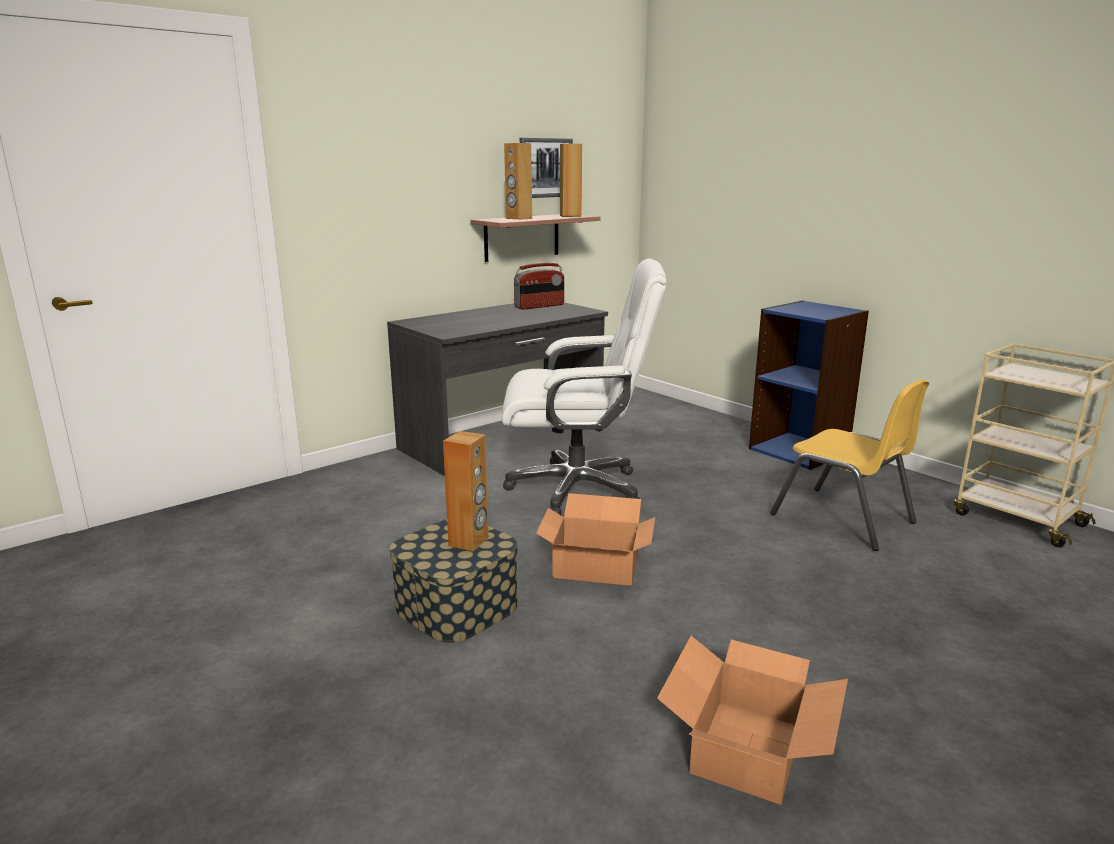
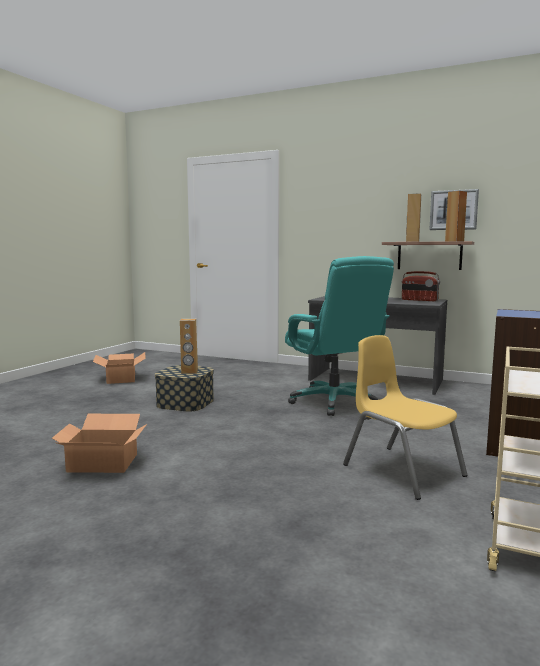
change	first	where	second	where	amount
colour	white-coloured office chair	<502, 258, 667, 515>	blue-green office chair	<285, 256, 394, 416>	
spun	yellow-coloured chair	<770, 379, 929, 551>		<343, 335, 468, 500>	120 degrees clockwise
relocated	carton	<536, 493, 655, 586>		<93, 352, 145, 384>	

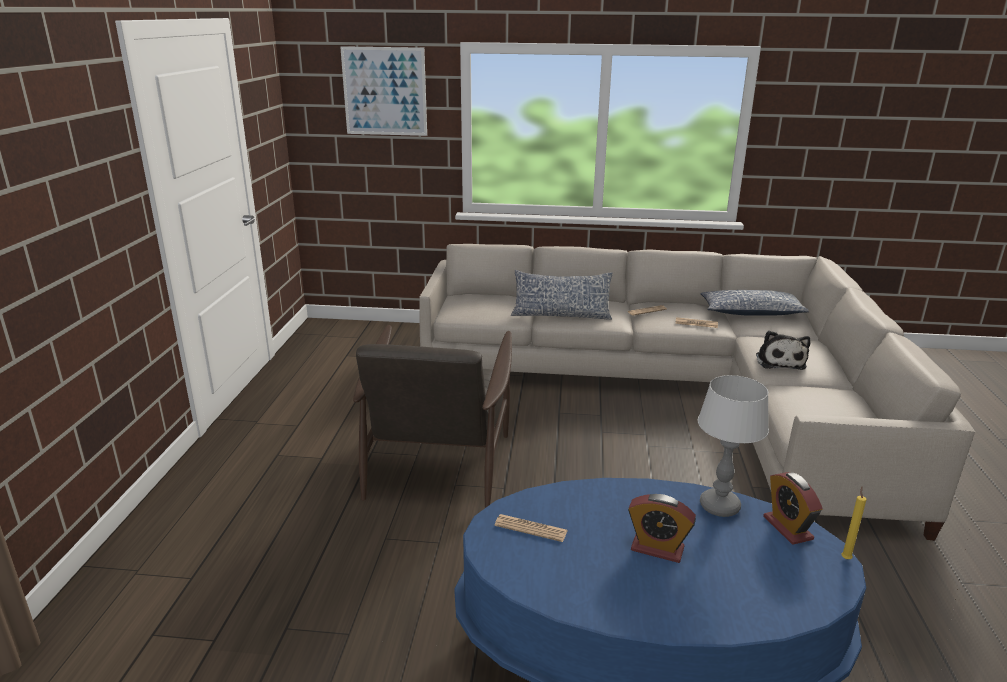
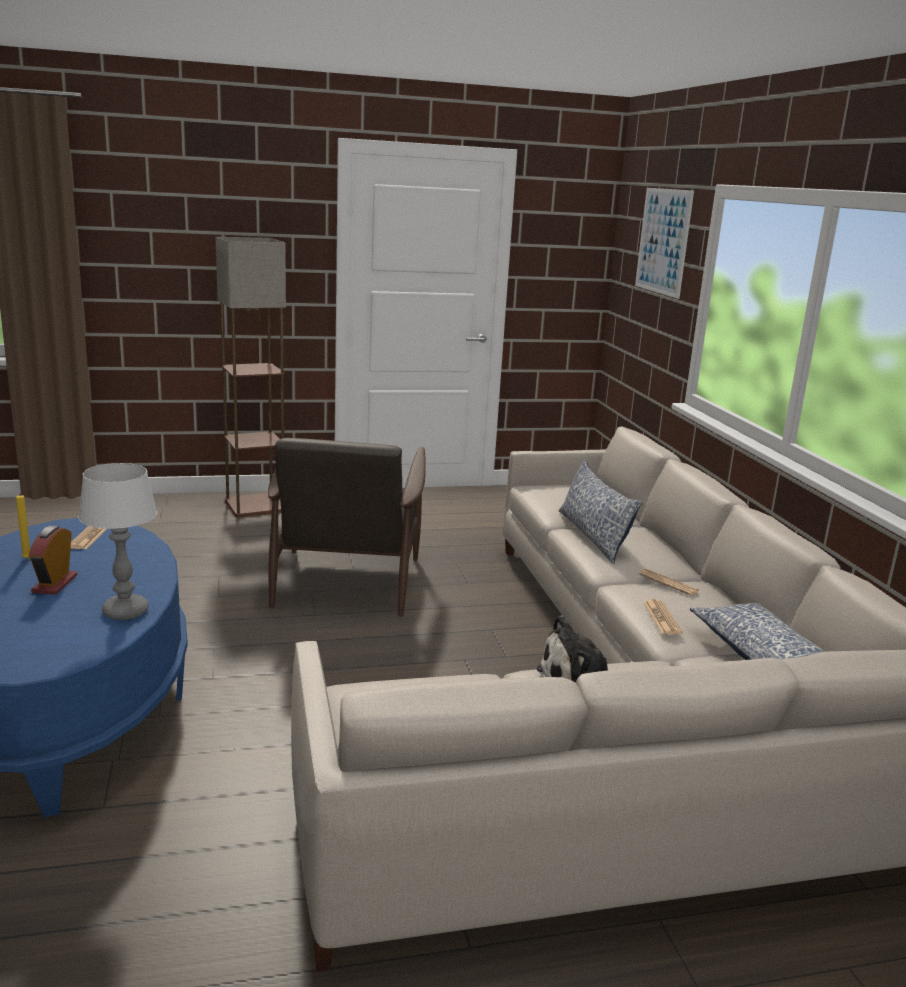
change	first	where	second	where	amount
spun	brown easy chair	<353, 325, 512, 508>		<268, 438, 426, 617>	75 degrees counterclockwise
missing	table clock	<763, 472, 823, 545>			
relocated	yellow-coloured wax light	<841, 486, 867, 559>		<16, 489, 30, 559>	
appeared			standing lamp	<216, 237, 286, 518>	

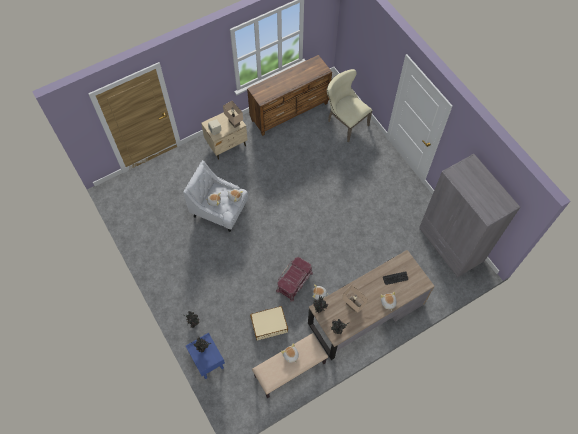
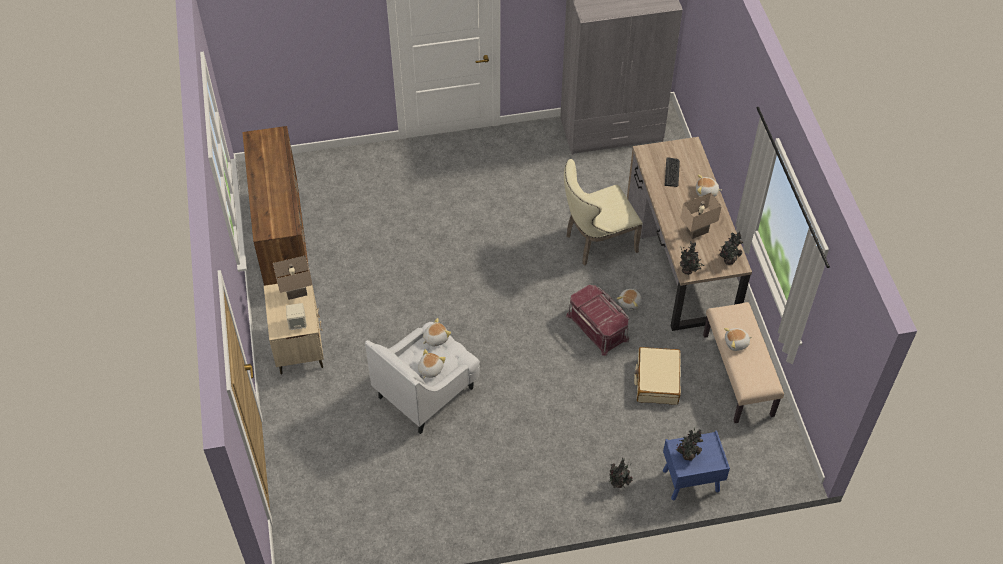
change	first	where	second	where	amount
relocated	beige-coloured chair	<327, 69, 372, 143>		<564, 159, 643, 265>	

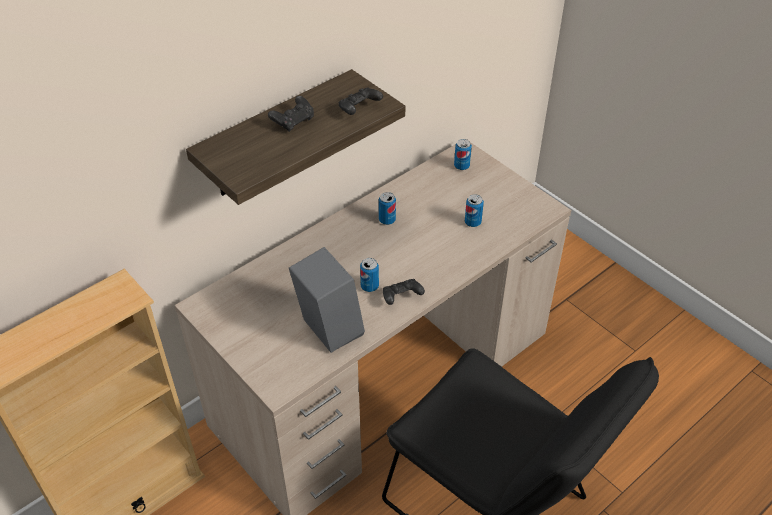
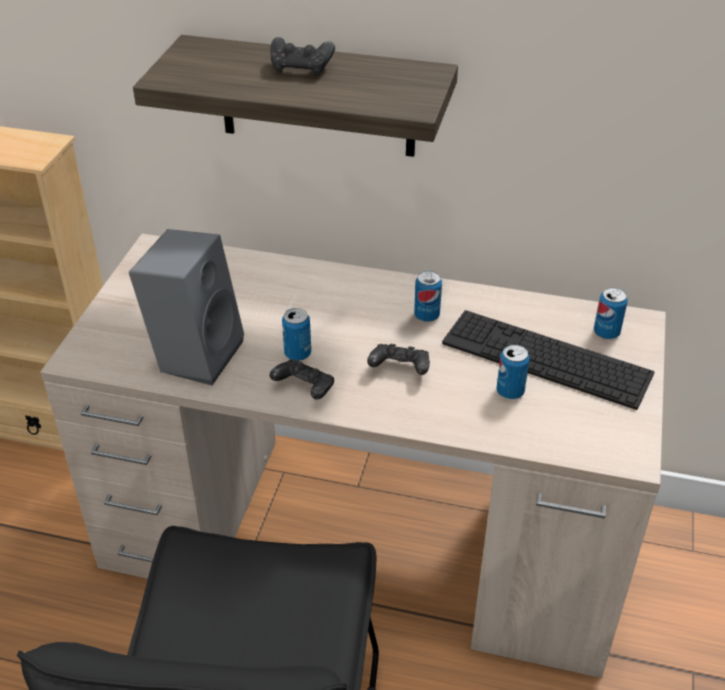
change	first	where	second	where	amount
relocated	blackish game controller	<339, 88, 383, 115>		<367, 344, 430, 375>	
appeared			computer keyboard	<442, 310, 654, 410>	

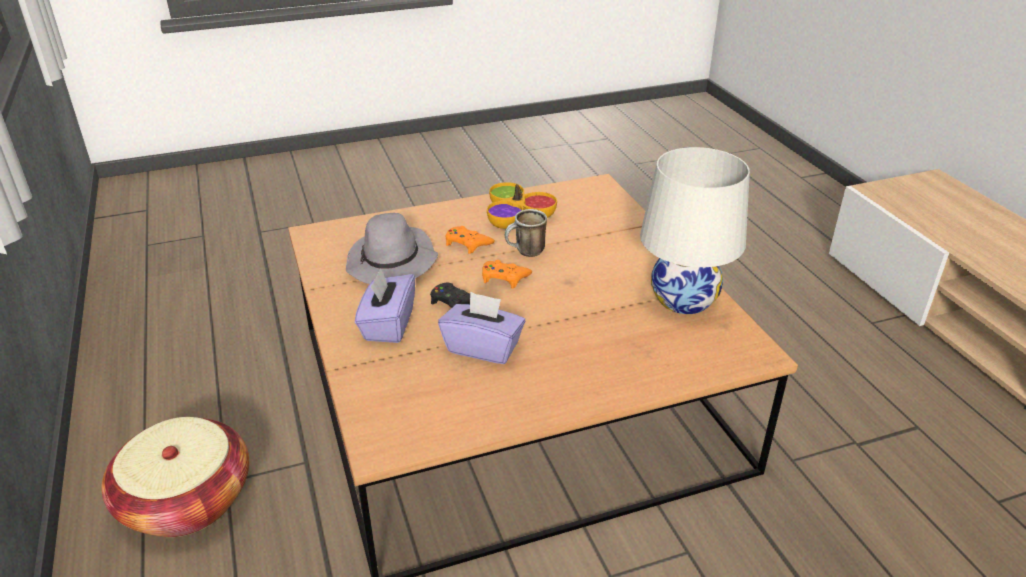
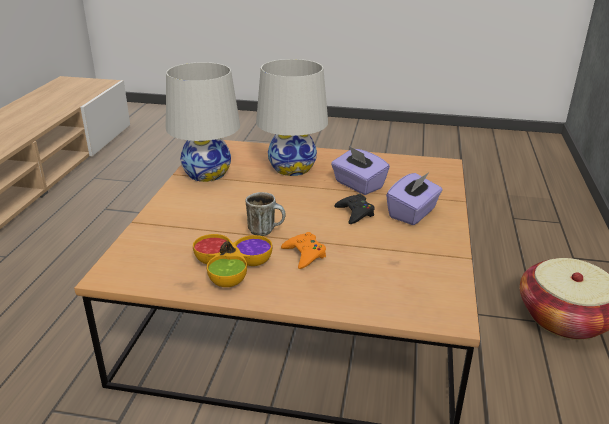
change	first	where	second	where	amount
missing	gray clothing hat	<346, 213, 438, 284>			
missing	orange game controller	<482, 260, 532, 289>			
appeared			white-coloured lamp for a table	<256, 59, 328, 176>	

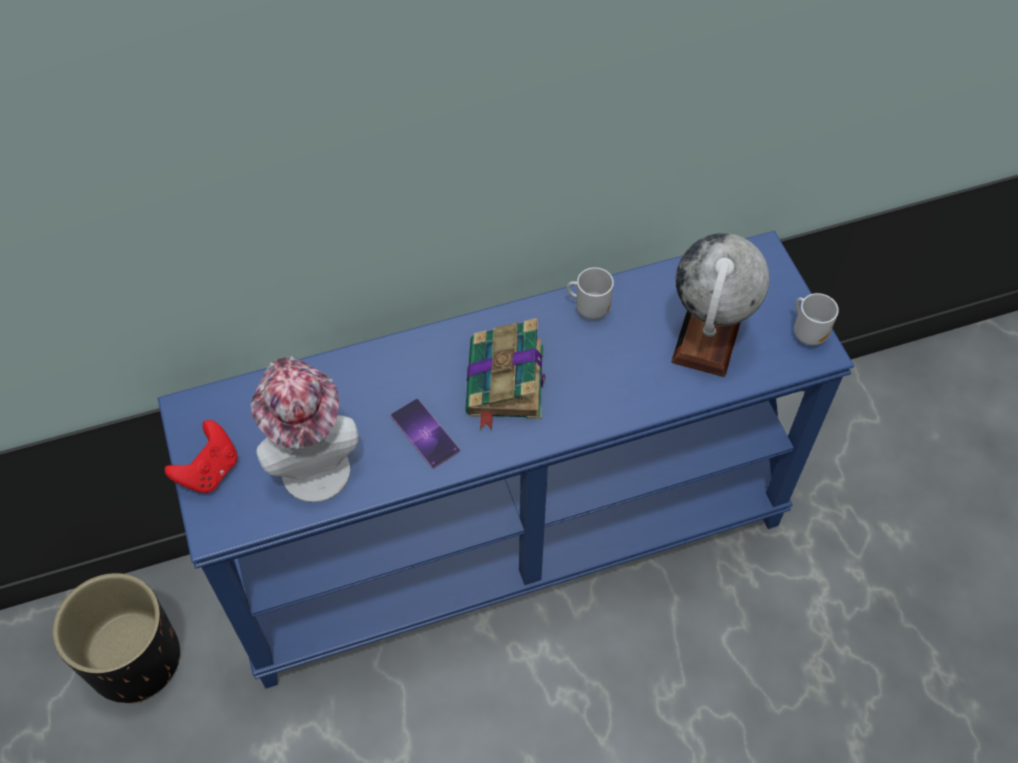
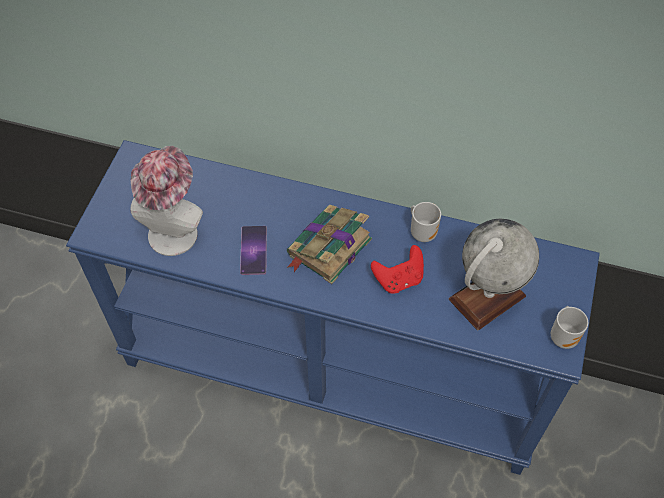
change	first	where	second	where	amount
relocated	red-coloured game controller	<164, 420, 237, 493>		<371, 245, 424, 294>	
missing	blackish flower pot	<53, 573, 180, 703>			

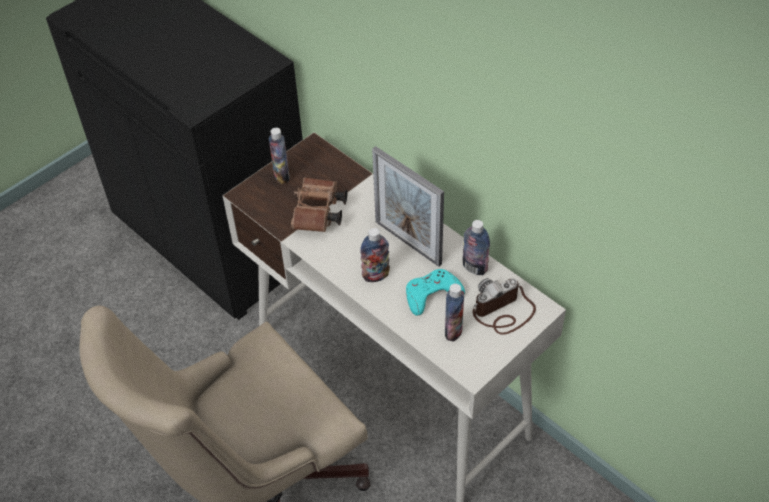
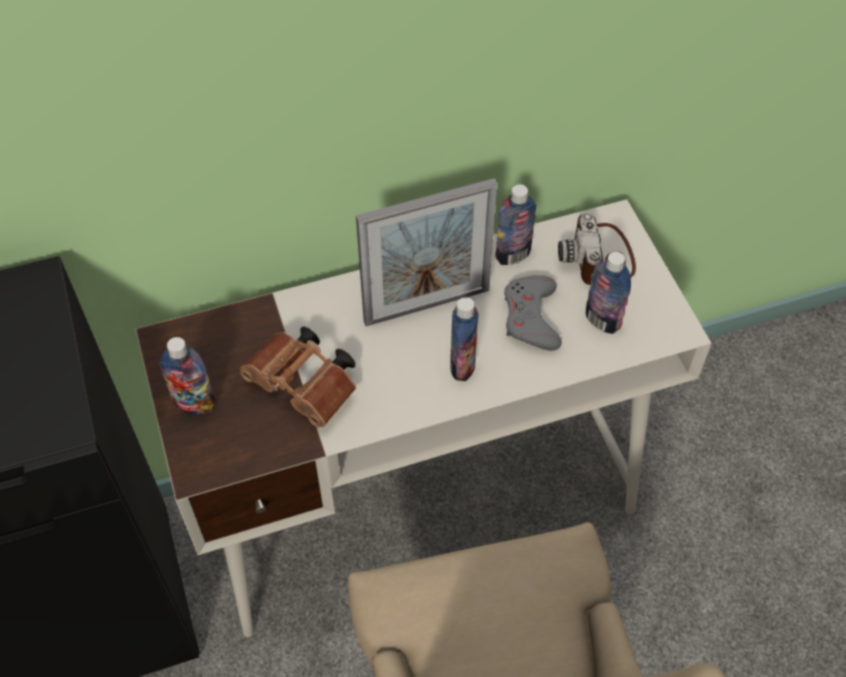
change	first	where	second	where	amount
colour	blue-green game controller	<406, 269, 465, 316>	gray game controller	<504, 275, 562, 351>	

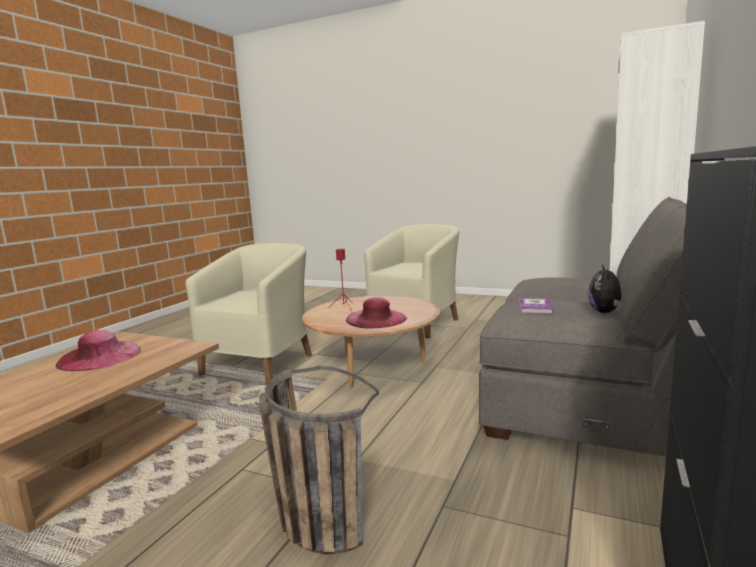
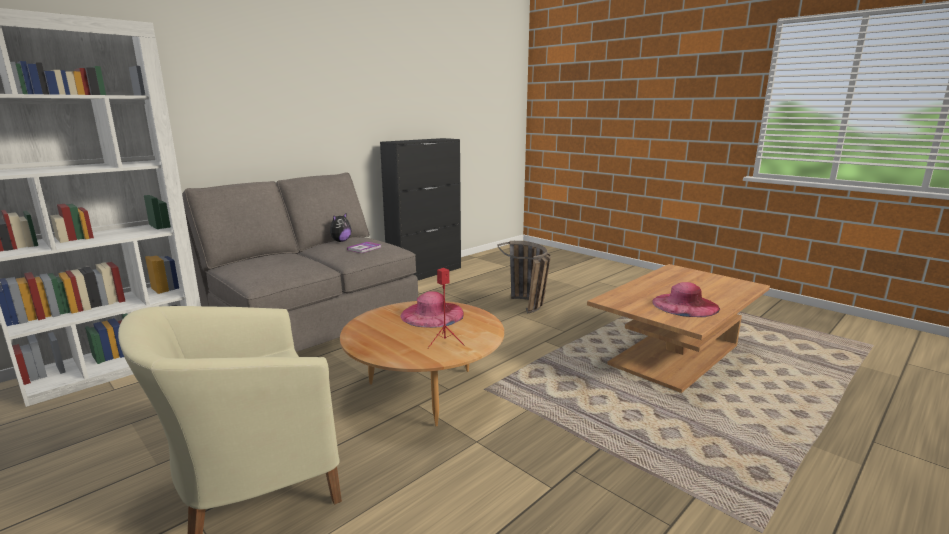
change	first	where	second	where	amount
missing	beige-coloured easy chair	<185, 243, 312, 385>			

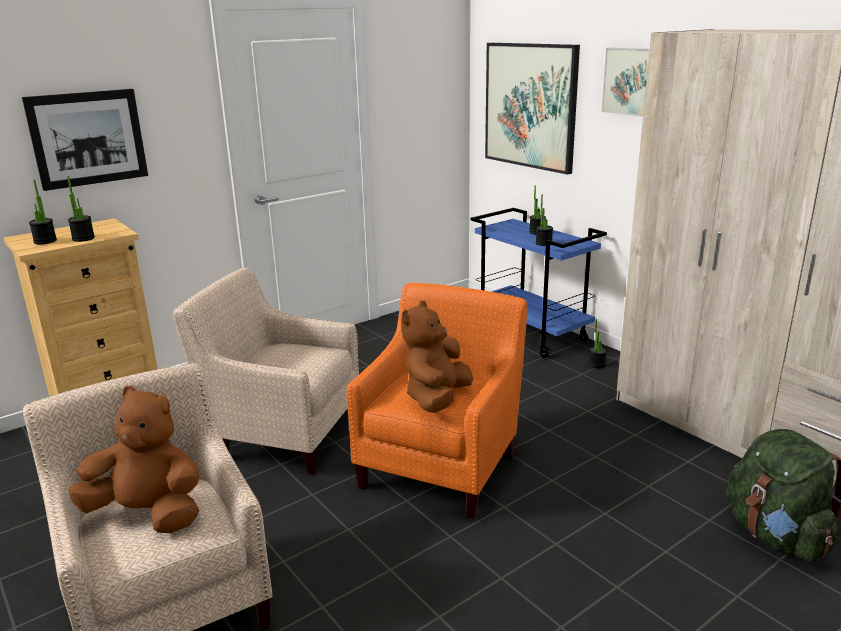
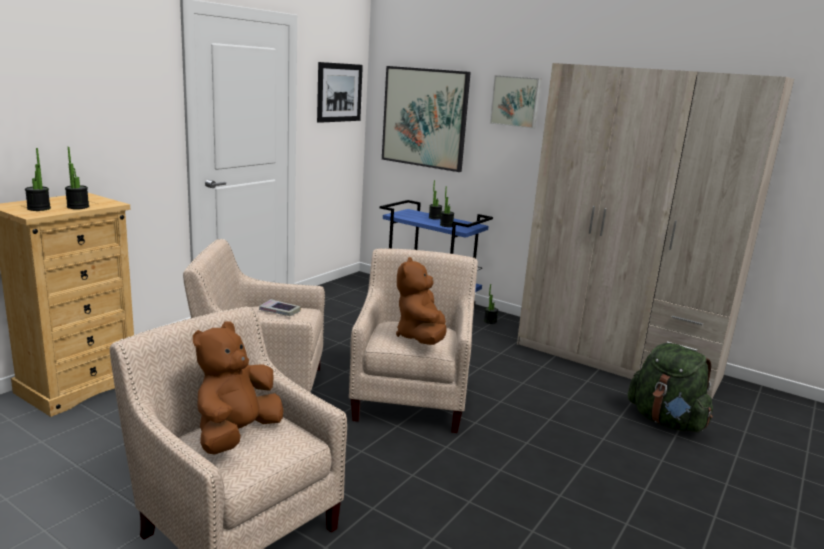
change	first	where	second	where	amount
relocated	picture	<22, 89, 148, 191>		<317, 62, 363, 123>	
colour	orange easy chair	<347, 282, 528, 519>	beige-coloured easy chair	<349, 248, 478, 433>	
spun	brown soft toy	<69, 386, 200, 533>		<193, 322, 284, 455>	60 degrees counterclockwise
appeared			book	<259, 299, 301, 316>	

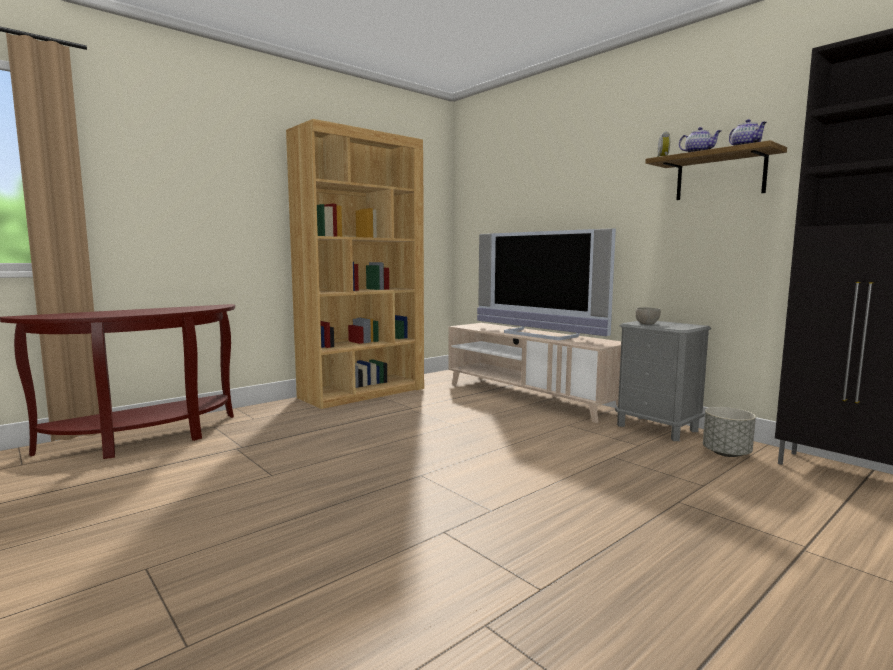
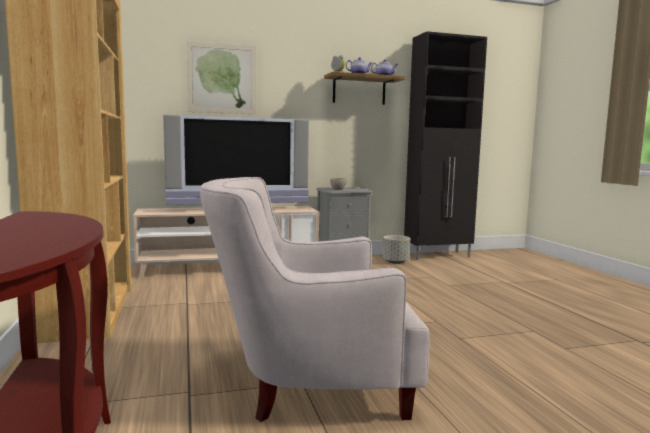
change	first	where	second	where	amount
appeared			picture	<187, 41, 256, 114>	
appeared			white-coloured easy chair	<200, 177, 430, 422>	

